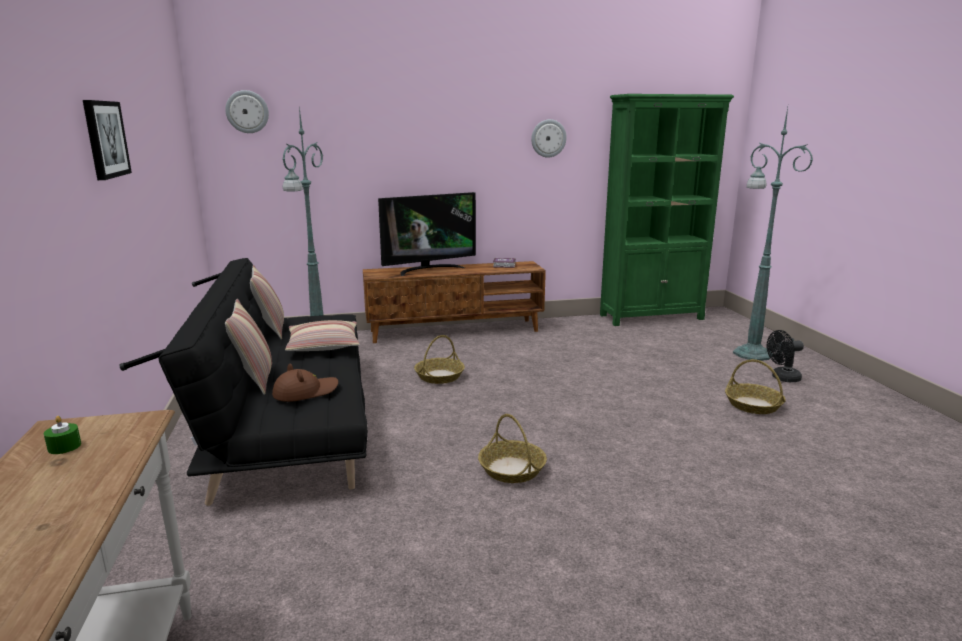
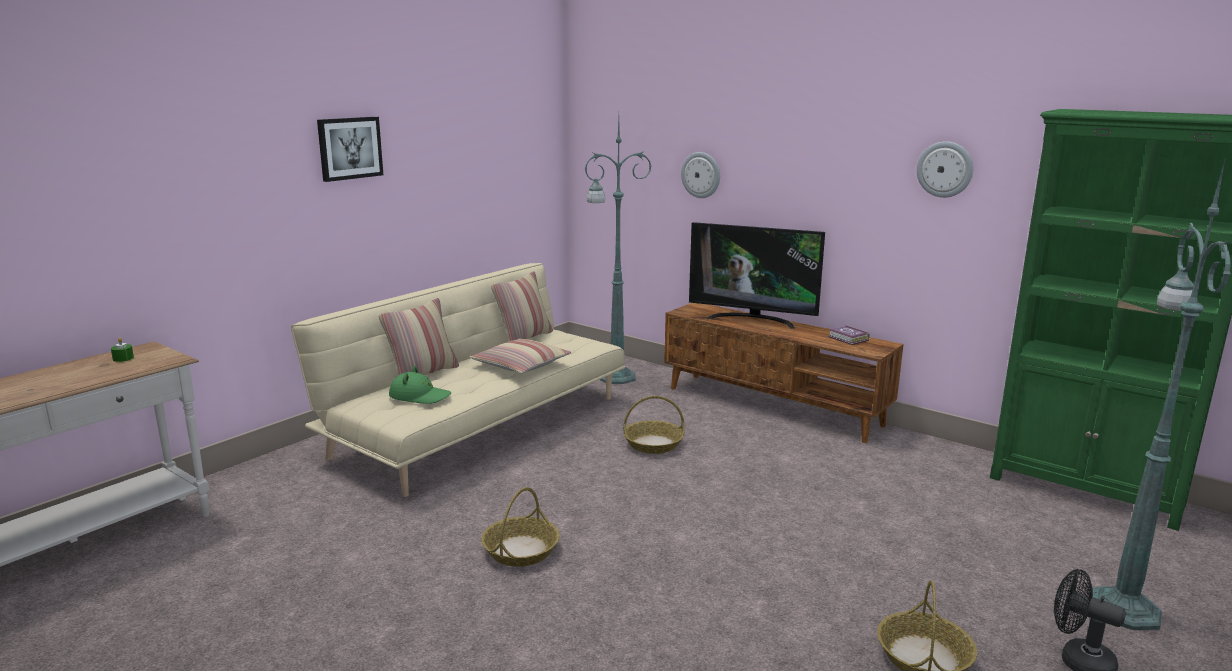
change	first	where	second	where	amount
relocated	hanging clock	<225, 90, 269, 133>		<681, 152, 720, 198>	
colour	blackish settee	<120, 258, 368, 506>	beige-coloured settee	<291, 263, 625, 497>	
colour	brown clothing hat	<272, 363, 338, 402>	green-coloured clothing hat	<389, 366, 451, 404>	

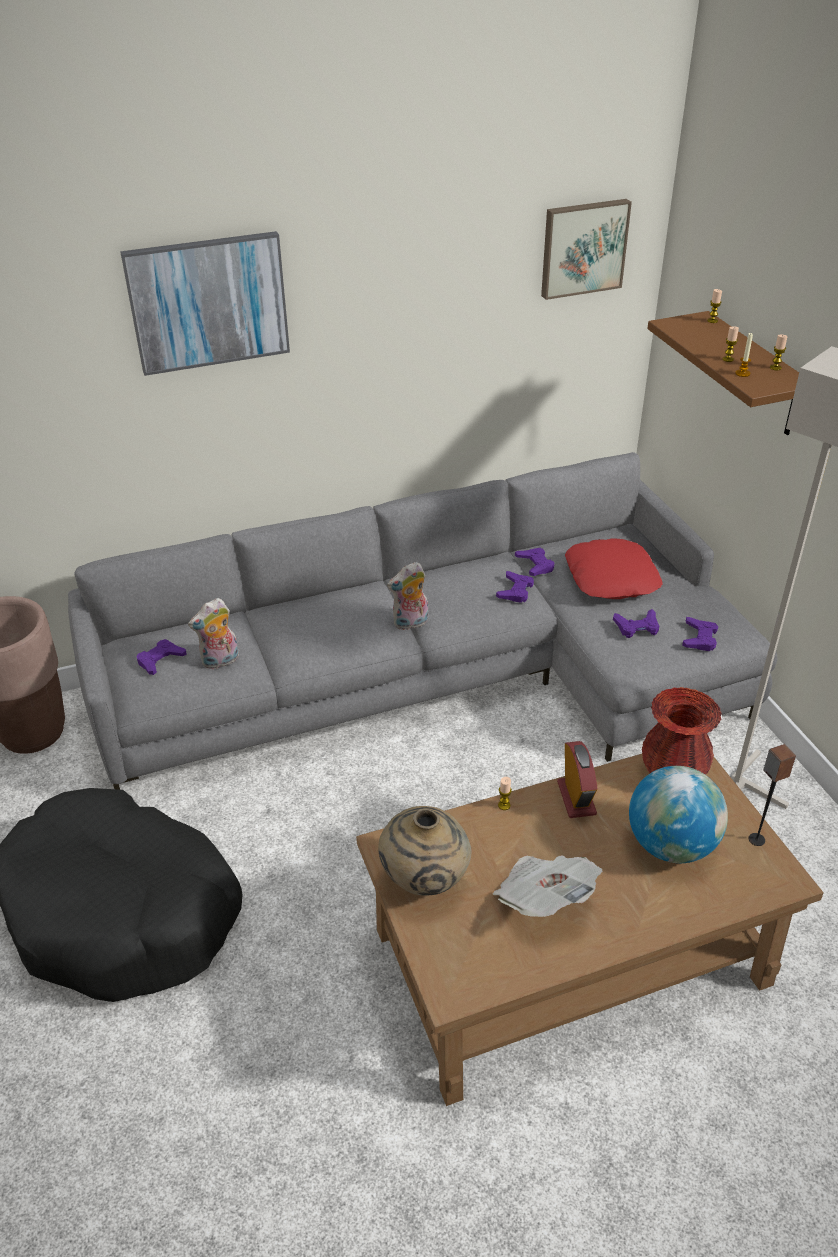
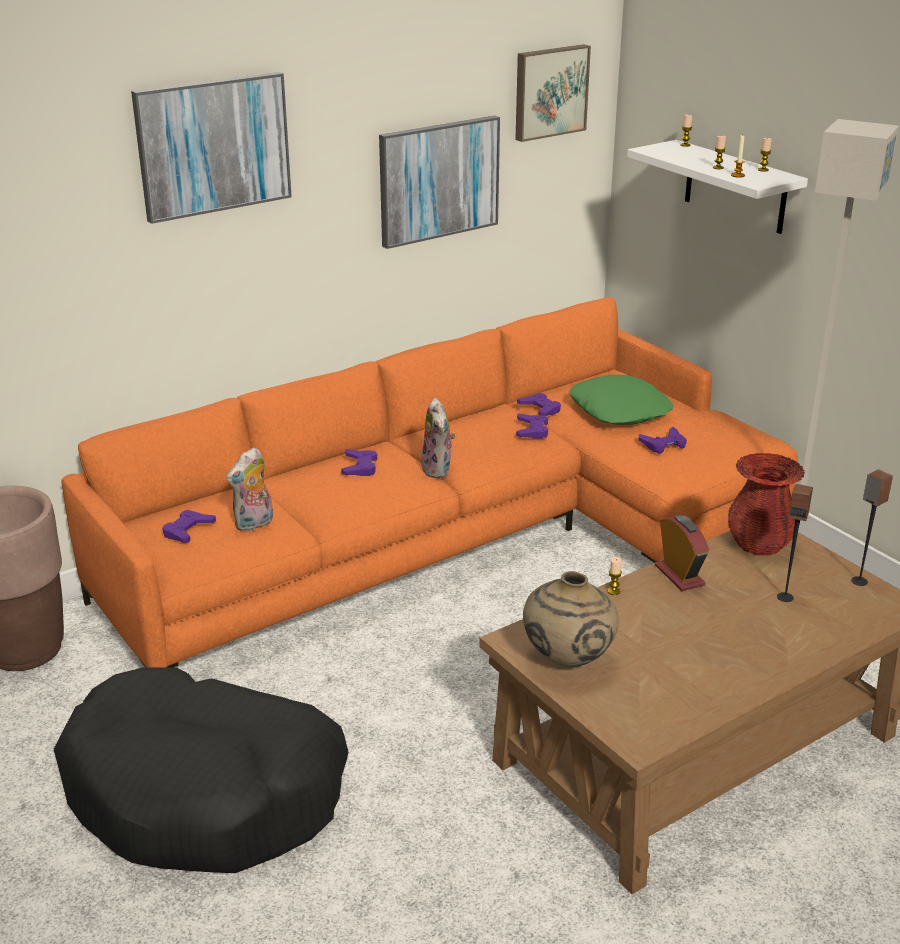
change	first	where	second	where	amount
colour	brown shelf	<647, 311, 799, 435>	white-coloured shelf	<627, 140, 808, 234>	
colour	gray settee	<68, 452, 777, 790>	orange settee	<61, 297, 798, 667>	
colour	red-coloured throw pillow	<565, 538, 663, 599>	green-coloured throw pillow	<569, 375, 673, 425>	
spun	soft toy	<387, 562, 428, 630>		<421, 398, 456, 478>	60 degrees counterclockwise
relocated	purplish game controller	<682, 617, 718, 651>		<341, 449, 378, 476>	
exchanged	desk globe	<629, 766, 728, 863>	speaker	<777, 484, 813, 602>	
missing	daily paper	<493, 855, 603, 917>			
appeared			picture	<379, 115, 500, 249>	

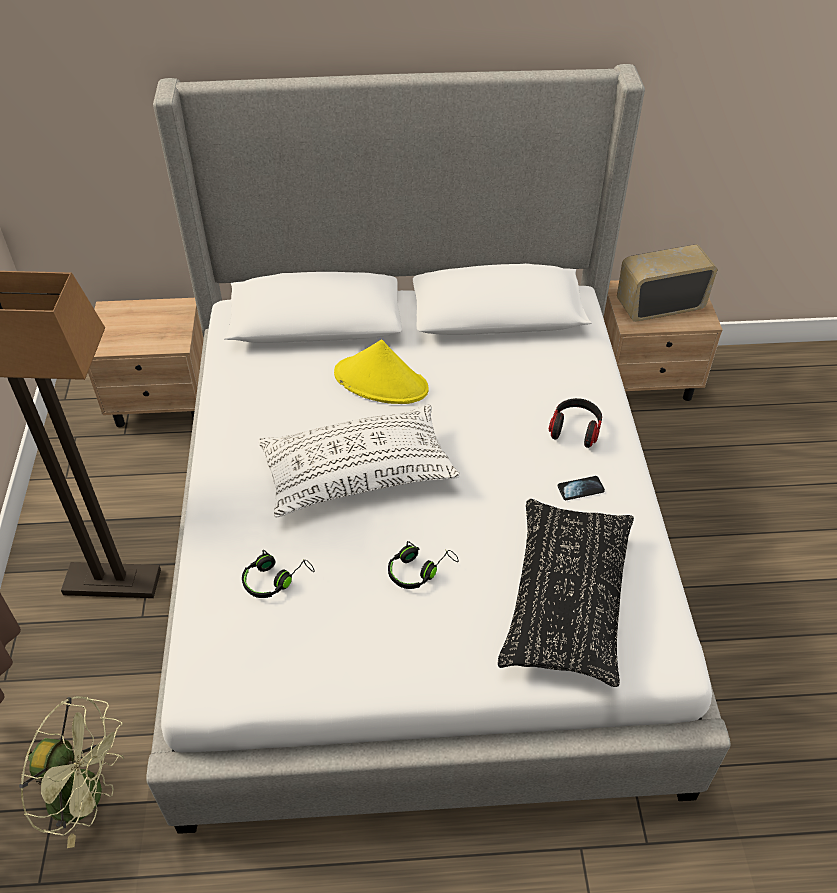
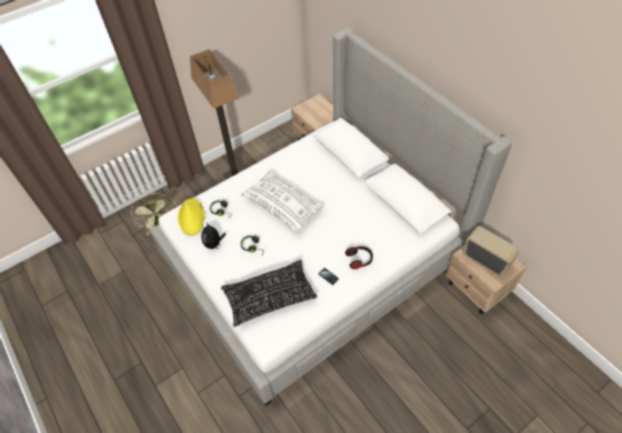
change	first	where	second	where	amount
relocated	yellow-coloured clothing hat	<334, 340, 429, 404>		<178, 199, 205, 236>	
appeared			soft toy	<201, 222, 226, 249>	

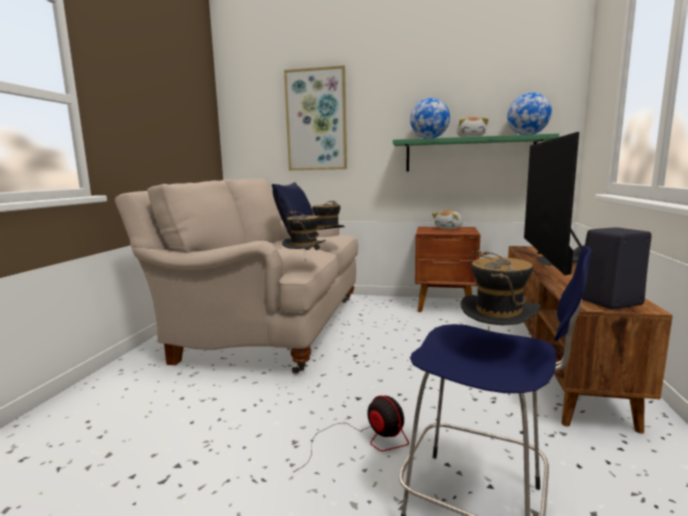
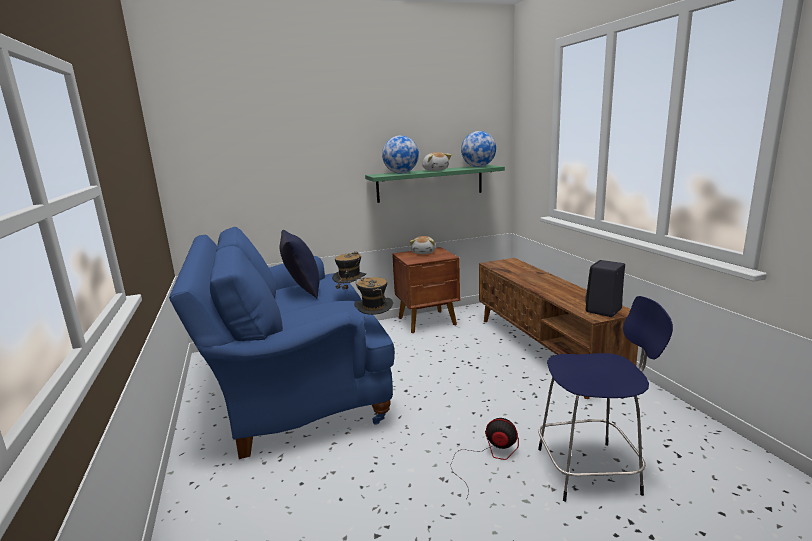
change	first	where	second	where	amount
missing	picture	<284, 65, 347, 170>			
missing	TV	<524, 132, 582, 275>			
colour	beige-coloured settee	<115, 179, 358, 374>	bluish settee	<169, 227, 395, 459>	
missing	clothing hat	<460, 250, 540, 332>			

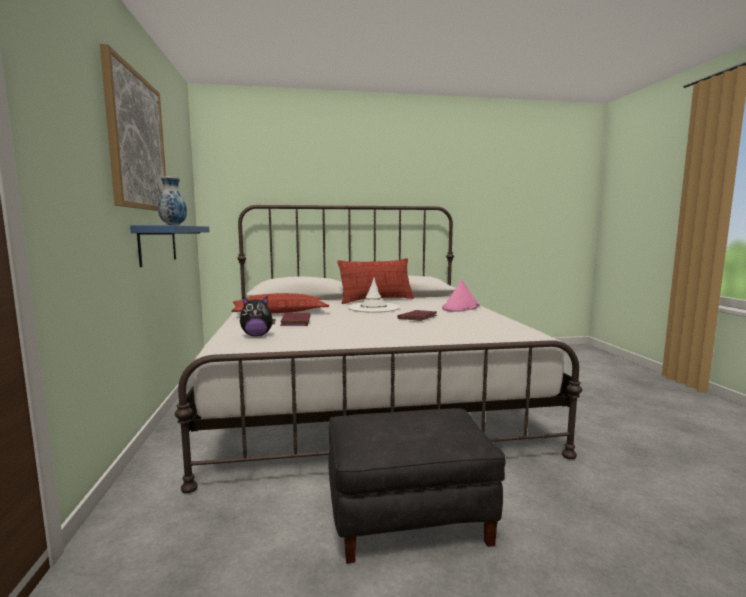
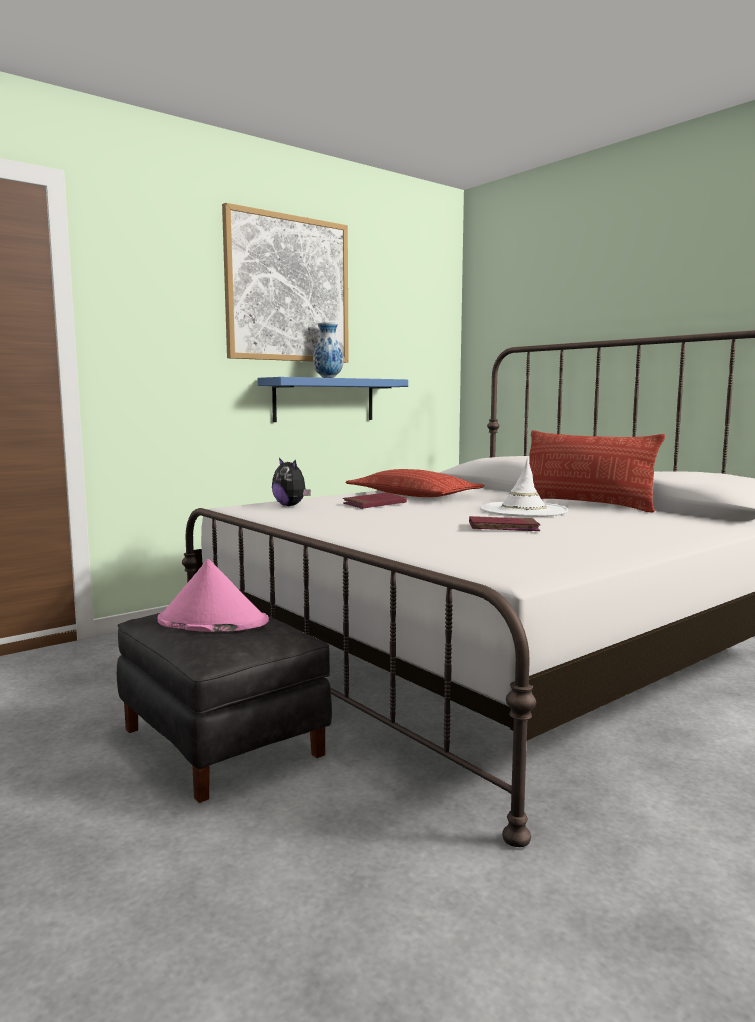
change	first	where	second	where	amount
relocated	pink clothing hat	<442, 280, 480, 312>		<158, 559, 269, 632>	

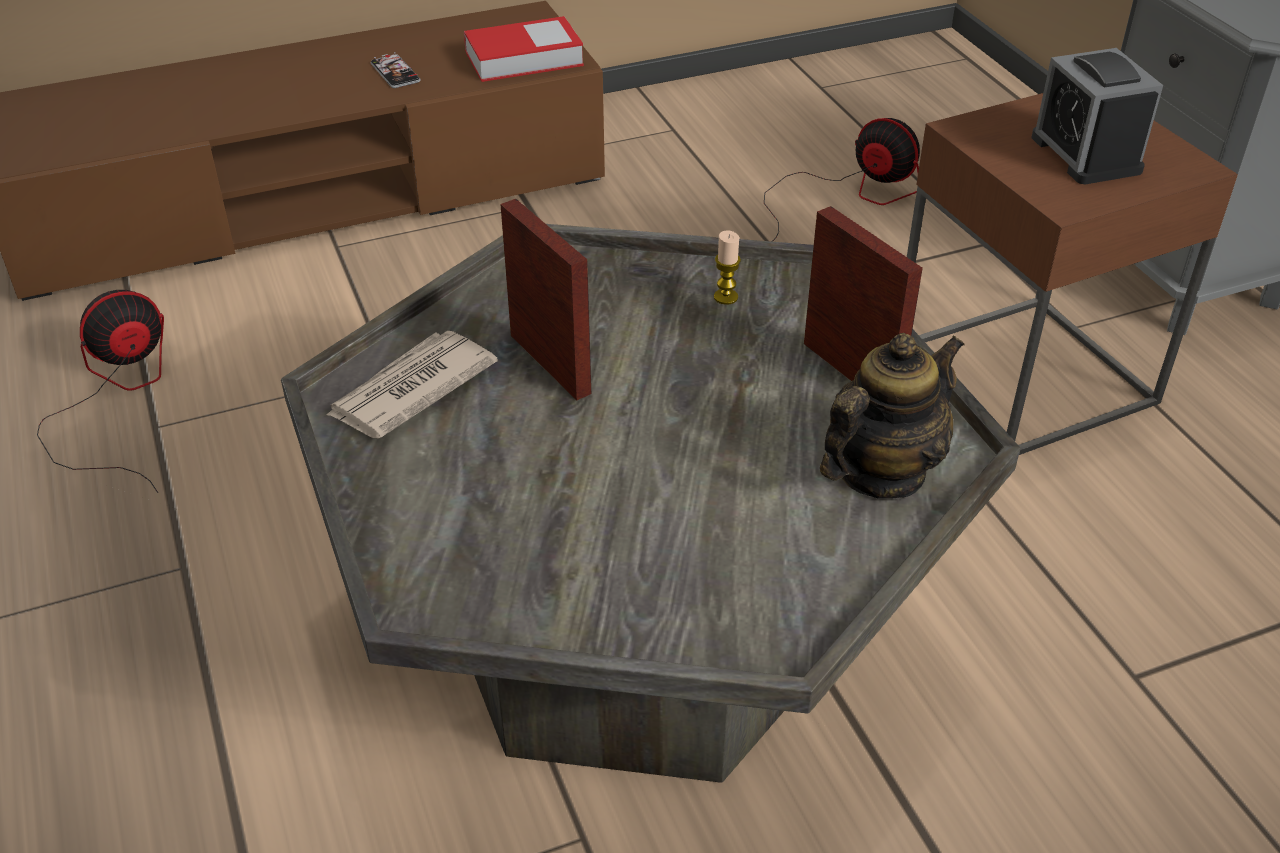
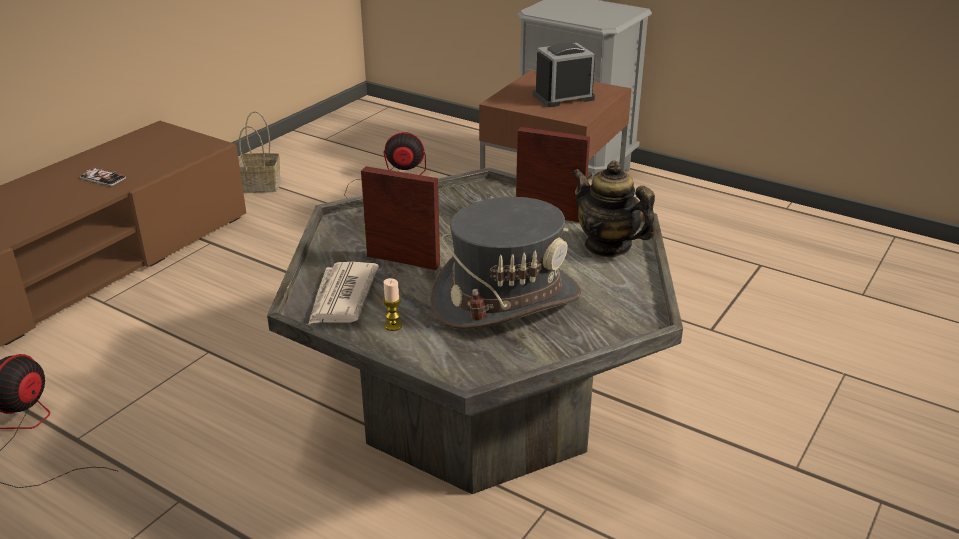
change	first	where	second	where	amount
missing	book	<464, 16, 584, 82>			
spun	table clock	<1031, 48, 1163, 184>		<533, 42, 595, 107>	120 degrees clockwise
relocated	wax light	<714, 230, 741, 305>		<383, 278, 402, 331>	
spun	teapot	<820, 333, 965, 499>		<572, 160, 655, 257>	60 degrees counterclockwise
appeared			storage basket	<238, 111, 281, 193>	
appeared			gray clothing hat	<430, 197, 582, 329>	

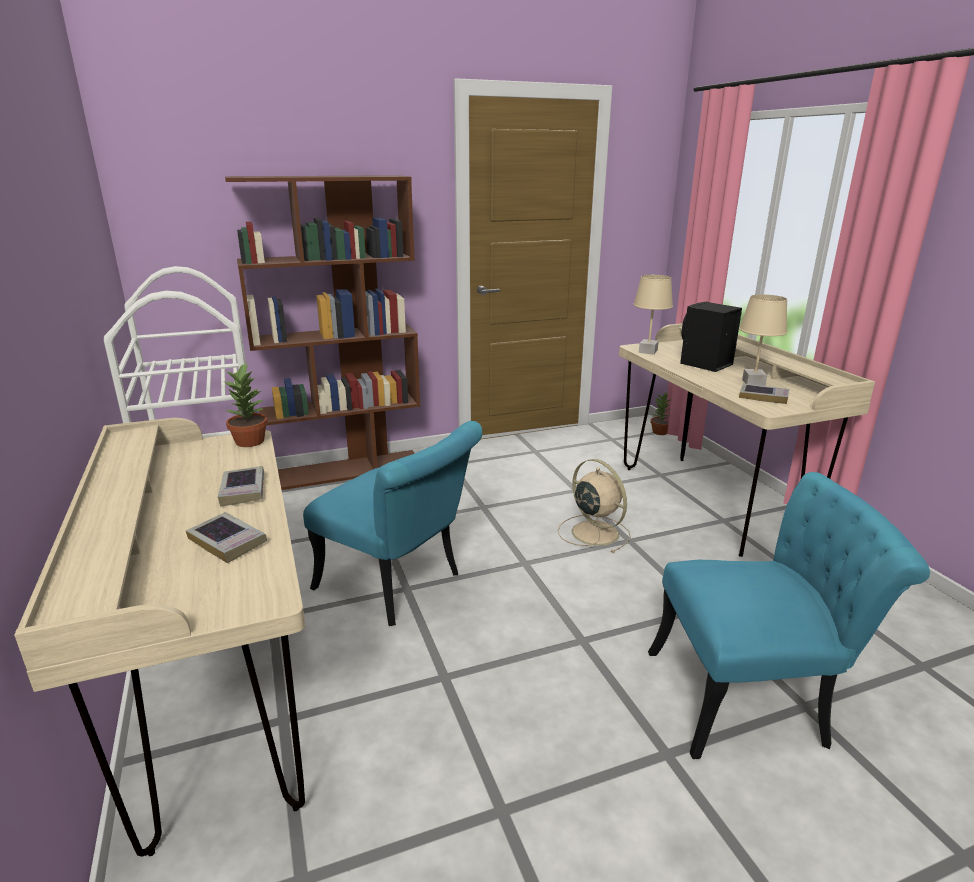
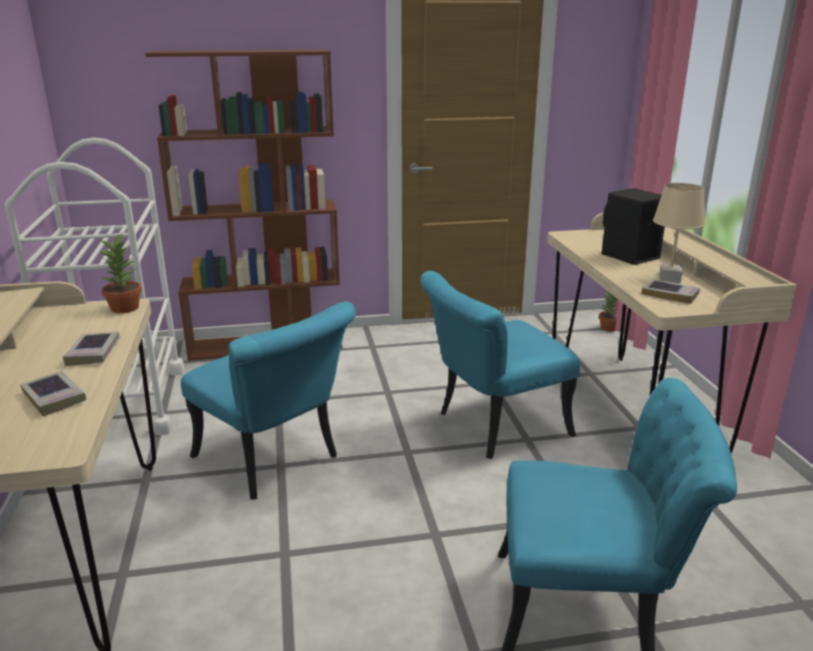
change	first	where	second	where	amount
missing	beige-coloured lamp for a table	<633, 275, 673, 355>			
exchanged	beige-coloured electric fan	<558, 459, 631, 553>	blue-green chair	<420, 271, 580, 459>	

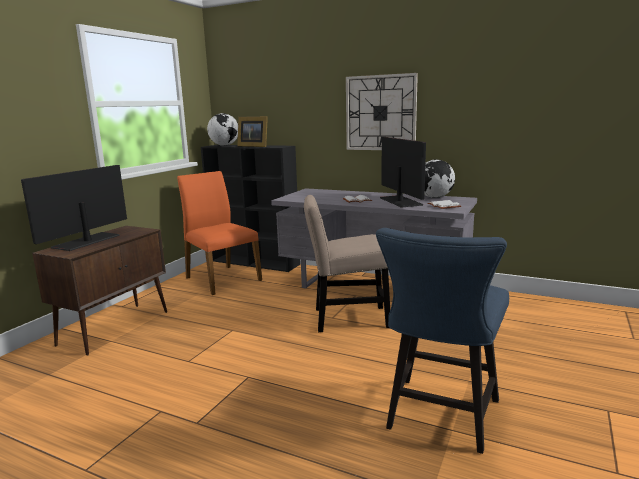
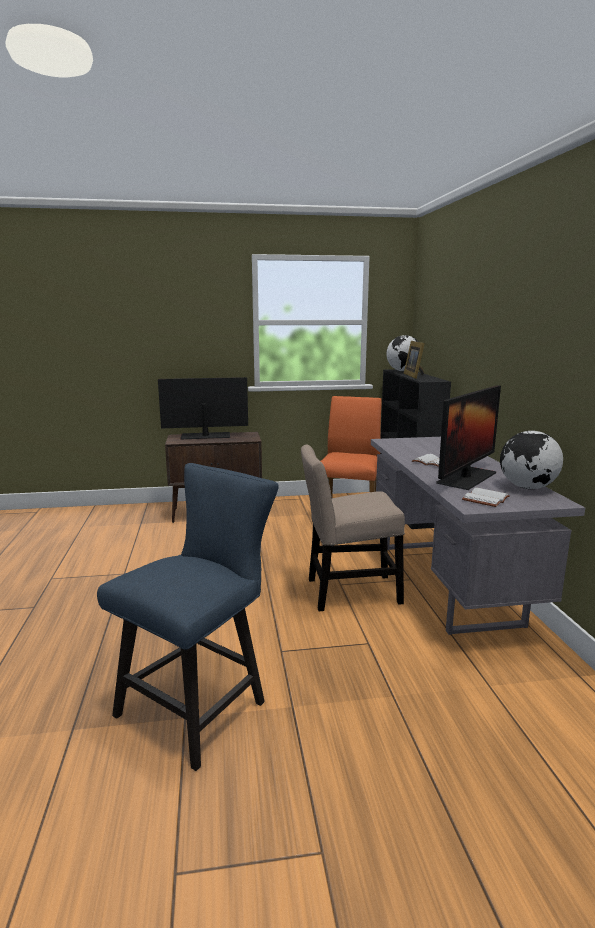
change	first	where	second	where	amount
missing	hanging clock	<346, 73, 418, 150>			
spun	beige-coloured chair	<304, 195, 390, 332>		<301, 445, 405, 611>	60 degrees counterclockwise
spun	bluish chair	<376, 228, 509, 454>		<97, 463, 279, 771>	135 degrees clockwise

